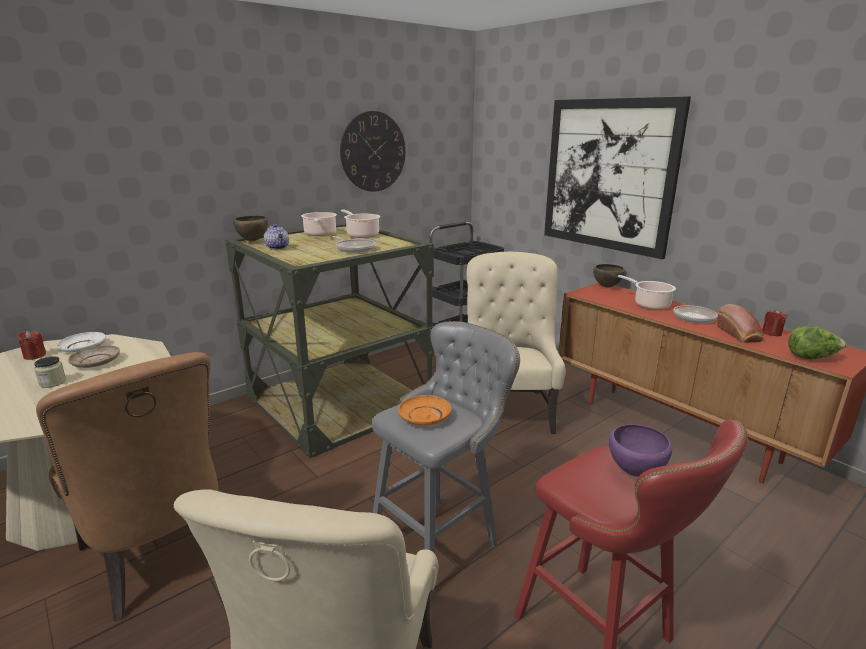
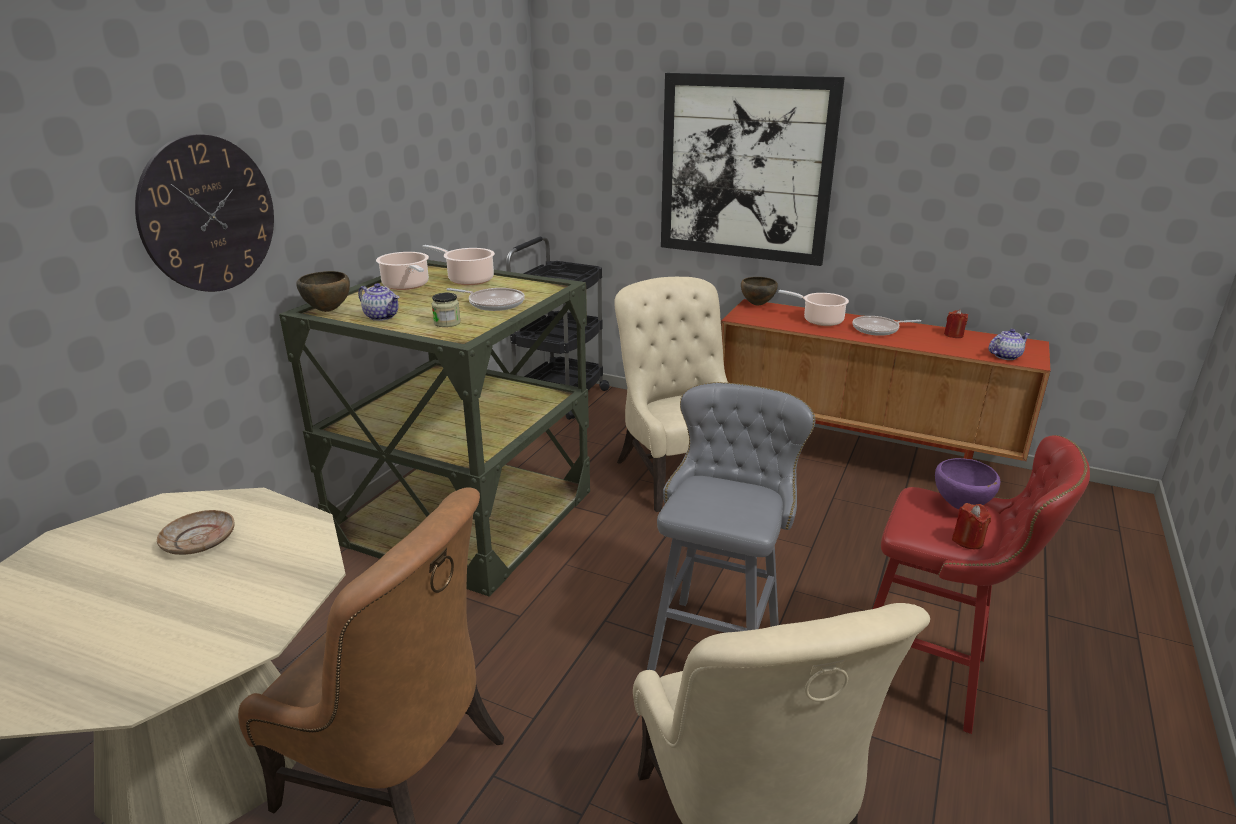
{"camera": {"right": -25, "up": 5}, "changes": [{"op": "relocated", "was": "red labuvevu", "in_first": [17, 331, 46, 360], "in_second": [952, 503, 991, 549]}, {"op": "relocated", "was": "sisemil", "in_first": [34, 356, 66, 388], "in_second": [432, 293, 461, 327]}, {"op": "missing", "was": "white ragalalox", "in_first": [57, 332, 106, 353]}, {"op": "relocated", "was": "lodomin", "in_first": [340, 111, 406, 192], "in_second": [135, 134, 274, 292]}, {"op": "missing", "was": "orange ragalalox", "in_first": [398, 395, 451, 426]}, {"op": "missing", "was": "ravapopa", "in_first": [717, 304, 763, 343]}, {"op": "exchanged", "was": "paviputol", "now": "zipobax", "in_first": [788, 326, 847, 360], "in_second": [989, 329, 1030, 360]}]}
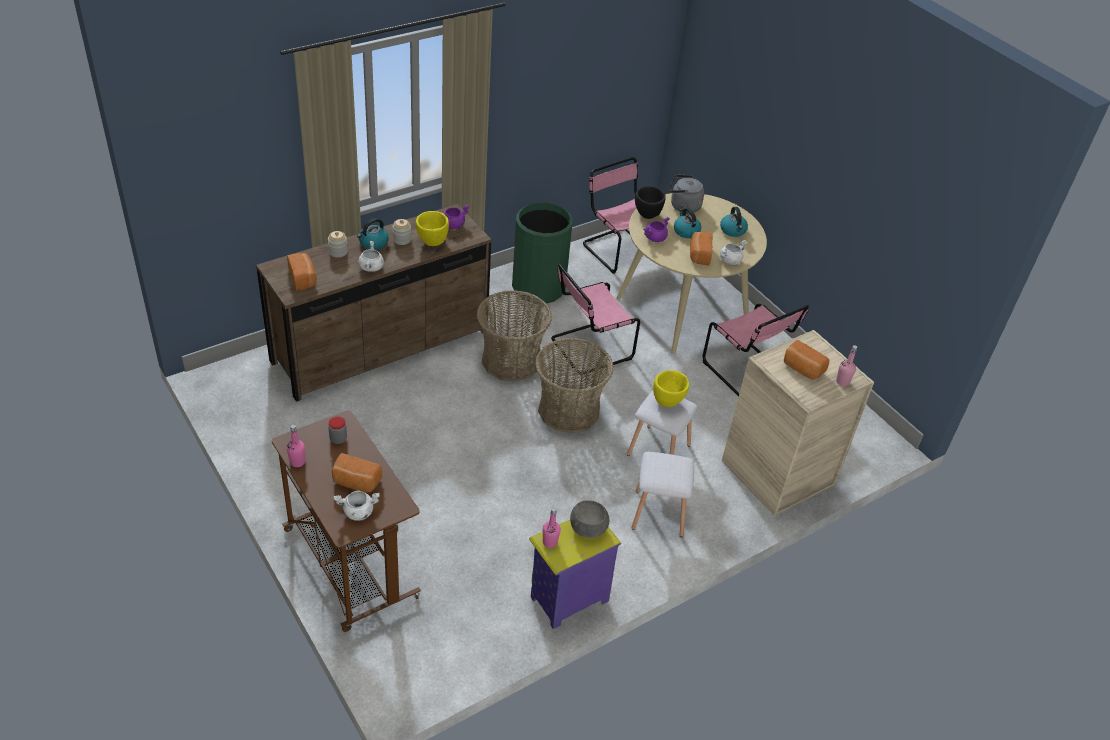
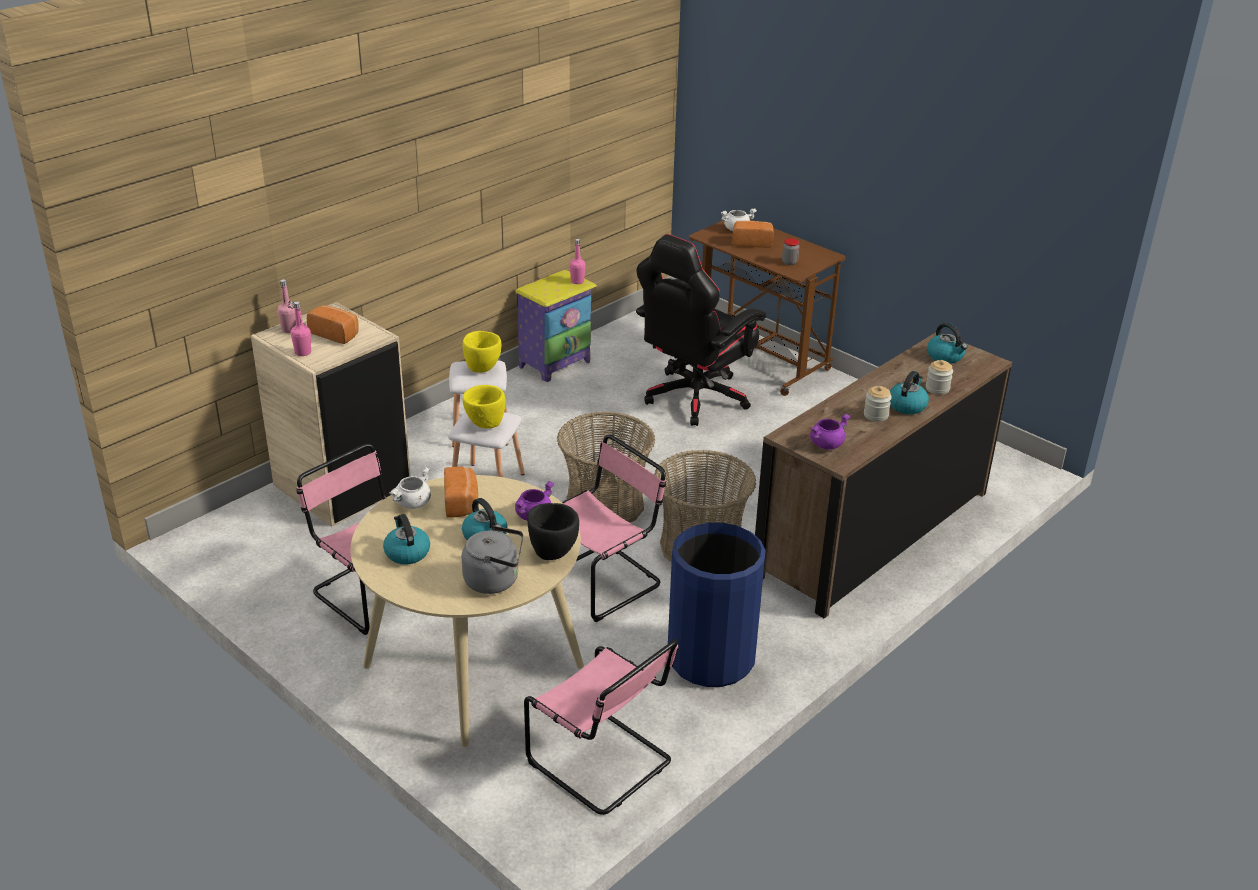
{"camera": {"right": 170, "up": -10}, "changes": [{"op": "exchanged", "was": "ravapopa", "now": "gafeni", "in_first": [287, 253, 317, 291], "in_second": [927, 323, 968, 364]}, {"op": "relocated", "was": "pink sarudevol", "in_first": [287, 425, 305, 467], "in_second": [290, 301, 311, 356]}, {"op": "missing", "was": "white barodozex", "in_first": [359, 241, 384, 272]}, {"op": "relocated", "was": "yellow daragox", "in_first": [416, 211, 449, 246], "in_second": [463, 331, 501, 373]}, {"op": "colour", "was": "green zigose", "now": "blue zigose", "in_first": [512, 203, 573, 304], "in_second": [668, 523, 766, 687]}, {"op": "missing", "was": "grey daragox", "in_first": [570, 501, 609, 538]}, {"op": "appeared", "now": "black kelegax", "in_second": [636, 234, 766, 426]}]}
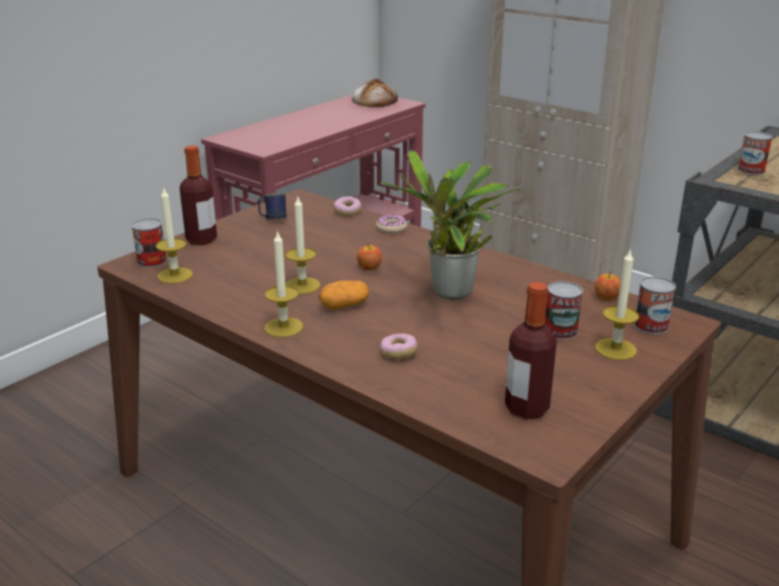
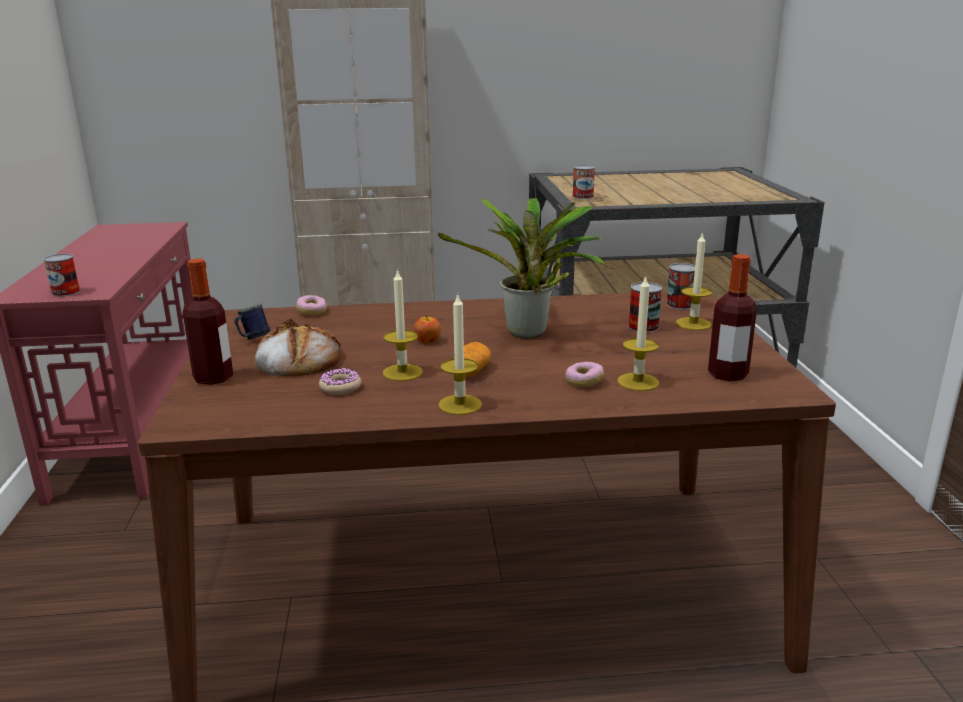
{"camera": {"right": -45, "up": -5}, "changes": [{"op": "relocated", "was": "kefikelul", "in_first": [131, 218, 167, 267], "in_second": [43, 254, 80, 297]}, {"op": "relocated", "was": "labuvevu", "in_first": [156, 187, 193, 284], "in_second": [617, 276, 659, 391]}, {"op": "relocated", "was": "ravapopa", "in_first": [352, 79, 398, 107], "in_second": [255, 318, 341, 376]}, {"op": "relocated", "was": "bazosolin", "in_first": [376, 215, 407, 234], "in_second": [319, 368, 361, 395]}, {"op": "missing", "was": "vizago", "in_first": [595, 271, 621, 300]}]}
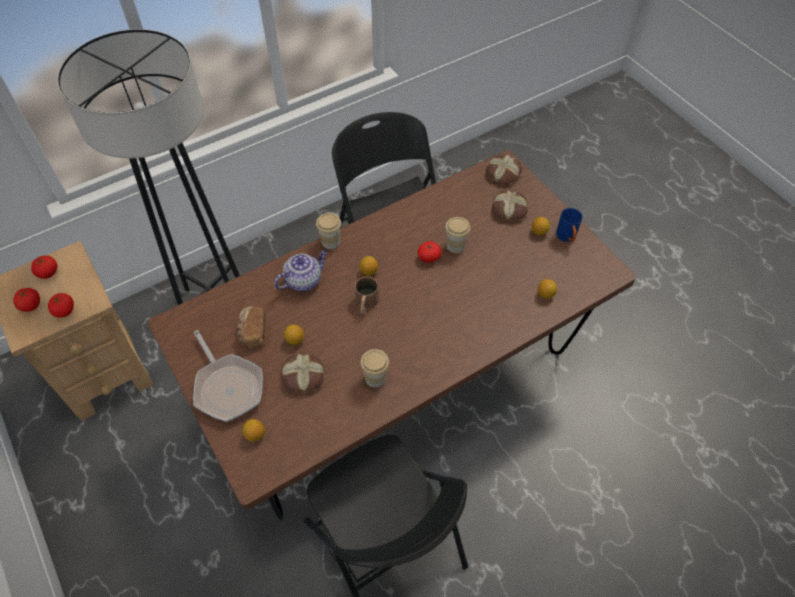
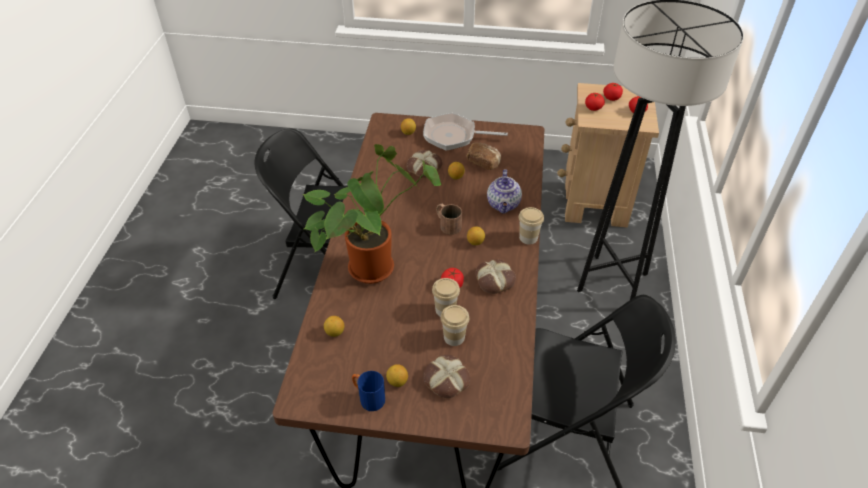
{"camera": {"right": 130, "up": -10}, "changes": [{"op": "relocated", "was": "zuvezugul", "in_first": [360, 349, 389, 388], "in_second": [441, 305, 469, 346]}, {"op": "relocated", "was": "ravapopa", "in_first": [486, 155, 522, 185], "in_second": [475, 259, 516, 294]}, {"op": "appeared", "now": "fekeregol", "in_second": [303, 144, 442, 284]}]}
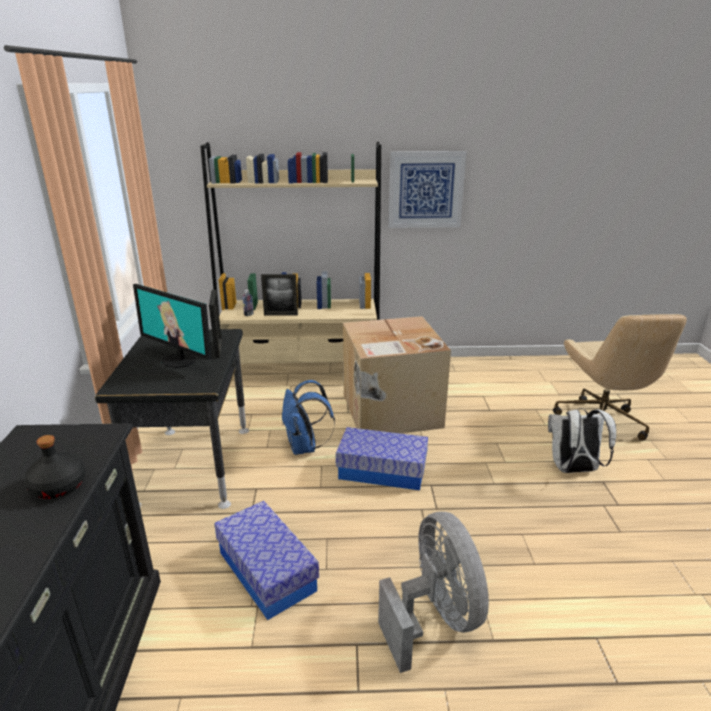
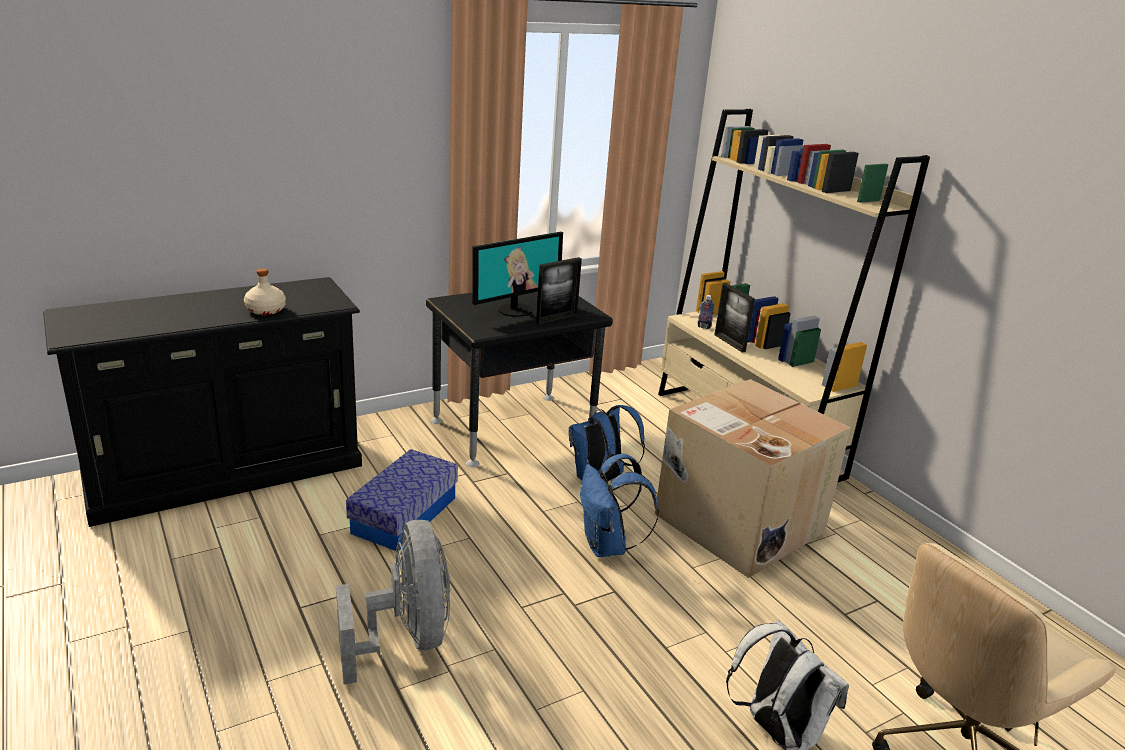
{"camera": {"right": 60, "up": 0}, "changes": [{"op": "colour", "was": "black sarudevol", "now": "beige sarudevol", "in_first": [25, 435, 86, 499], "in_second": [244, 268, 286, 315]}, {"op": "spun", "was": "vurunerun", "in_first": [133, 284, 212, 368], "in_second": [472, 232, 563, 317], "clockwise": -135}, {"op": "exchanged", "was": "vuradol", "now": "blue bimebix", "in_first": [336, 427, 428, 490], "in_second": [580, 454, 659, 557]}, {"op": "spun", "was": "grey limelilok", "in_first": [378, 512, 489, 673], "in_second": [336, 520, 450, 684], "clockwise": -60}, {"op": "missing", "was": "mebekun", "in_first": [389, 151, 466, 228]}]}
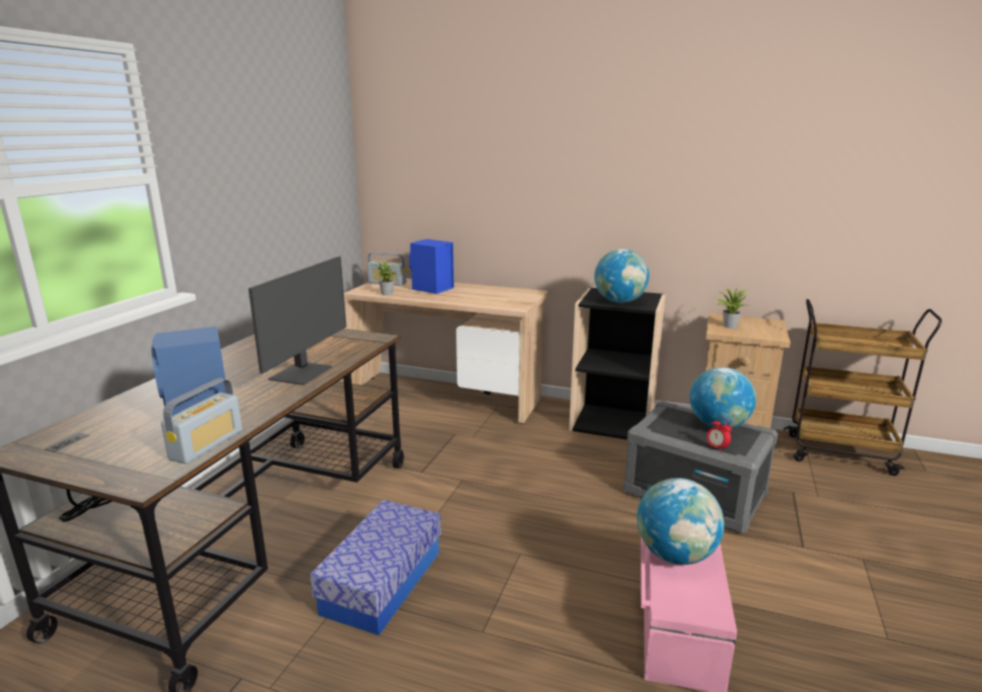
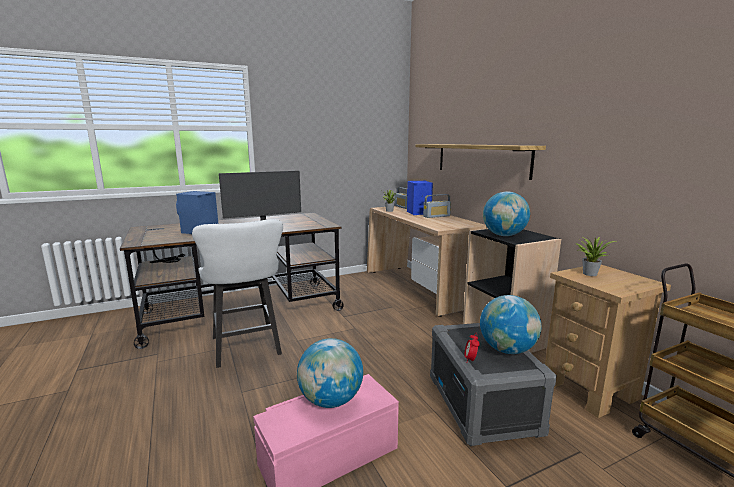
{"camera": {"right": 45, "up": -5}, "changes": [{"op": "relocated", "was": "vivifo", "in_first": [161, 378, 242, 464], "in_second": [423, 194, 451, 218]}, {"op": "exchanged", "was": "vuradol", "now": "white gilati", "in_first": [310, 500, 441, 635], "in_second": [192, 219, 283, 368]}, {"op": "appeared", "now": "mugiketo", "in_second": [416, 144, 546, 180]}]}
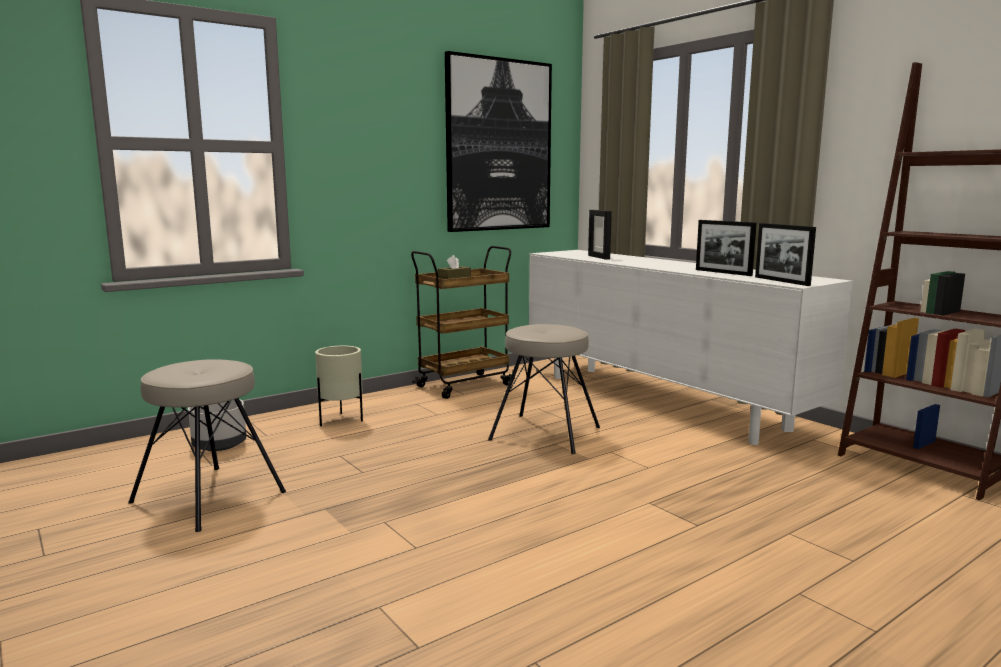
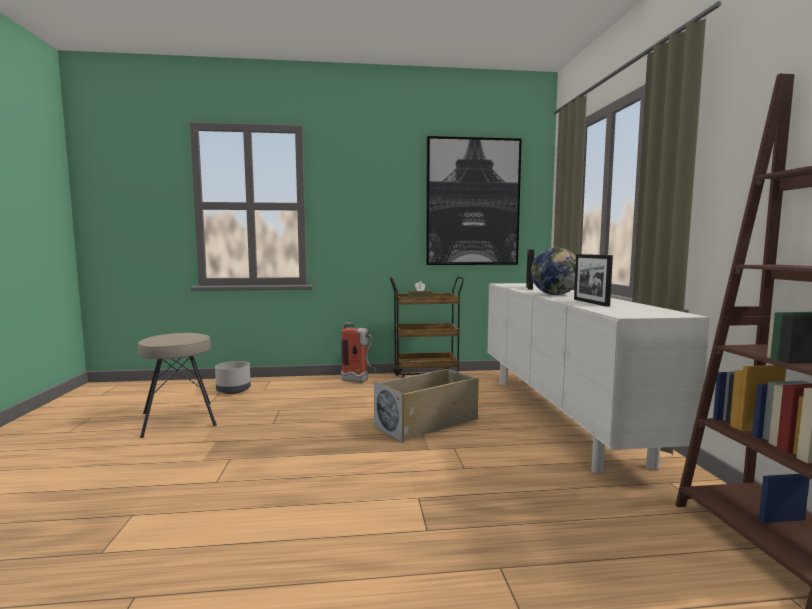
{"camera": {"right": 30, "up": -5}, "changes": [{"op": "missing", "was": "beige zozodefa", "in_first": [315, 346, 363, 426]}, {"op": "exchanged", "was": "beige gilati", "now": "beige vuradol", "in_first": [488, 324, 600, 454], "in_second": [374, 368, 479, 443]}, {"op": "missing", "was": "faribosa", "in_first": [755, 223, 816, 286]}, {"op": "appeared", "now": "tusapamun", "in_second": [341, 322, 376, 383]}, {"op": "appeared", "now": "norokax", "in_second": [531, 247, 576, 295]}]}
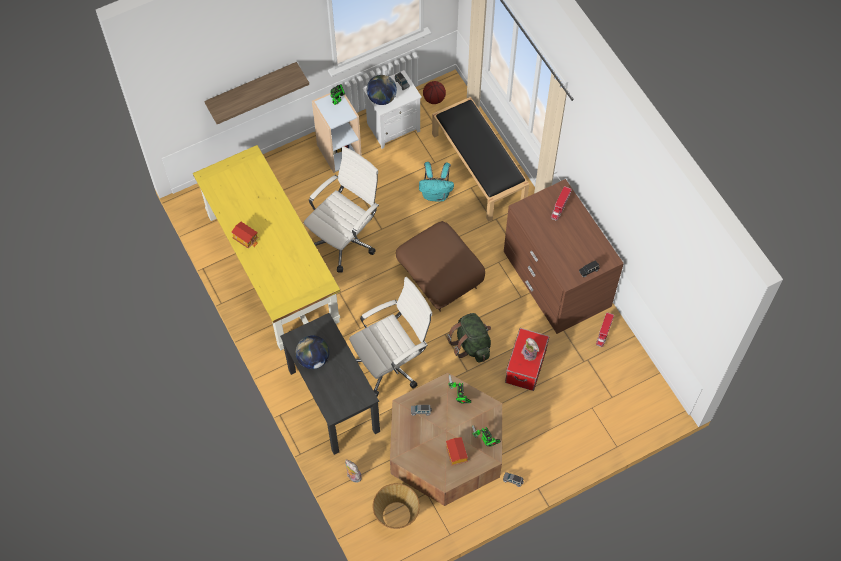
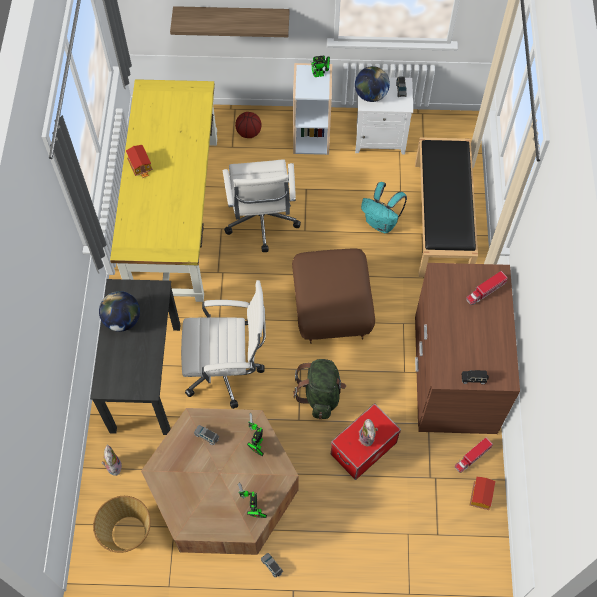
{"camera": {"right": 30, "up": 0}, "changes": [{"op": "spun", "was": "white kelegax", "in_first": [304, 146, 379, 273], "in_second": [222, 159, 301, 252], "clockwise": 105}, {"op": "relocated", "was": "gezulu", "in_first": [423, 81, 446, 104], "in_second": [235, 112, 262, 138]}, {"op": "relocated", "was": "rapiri", "in_first": [446, 437, 468, 466], "in_second": [470, 477, 495, 510]}]}
